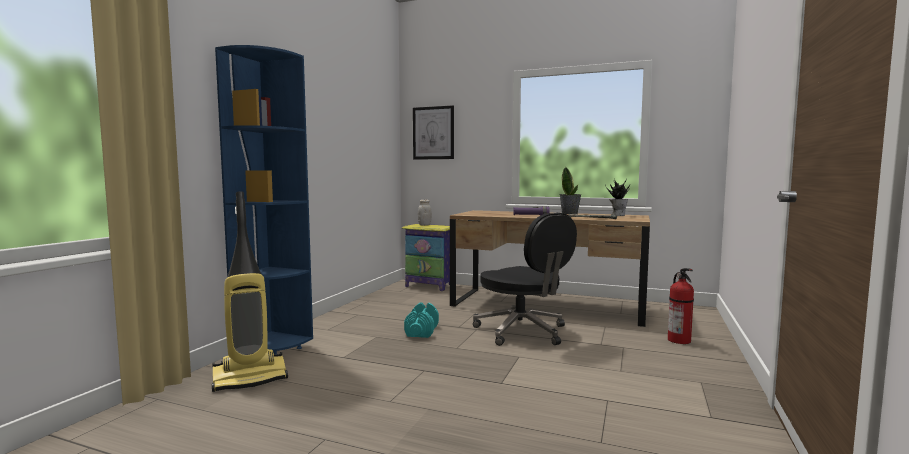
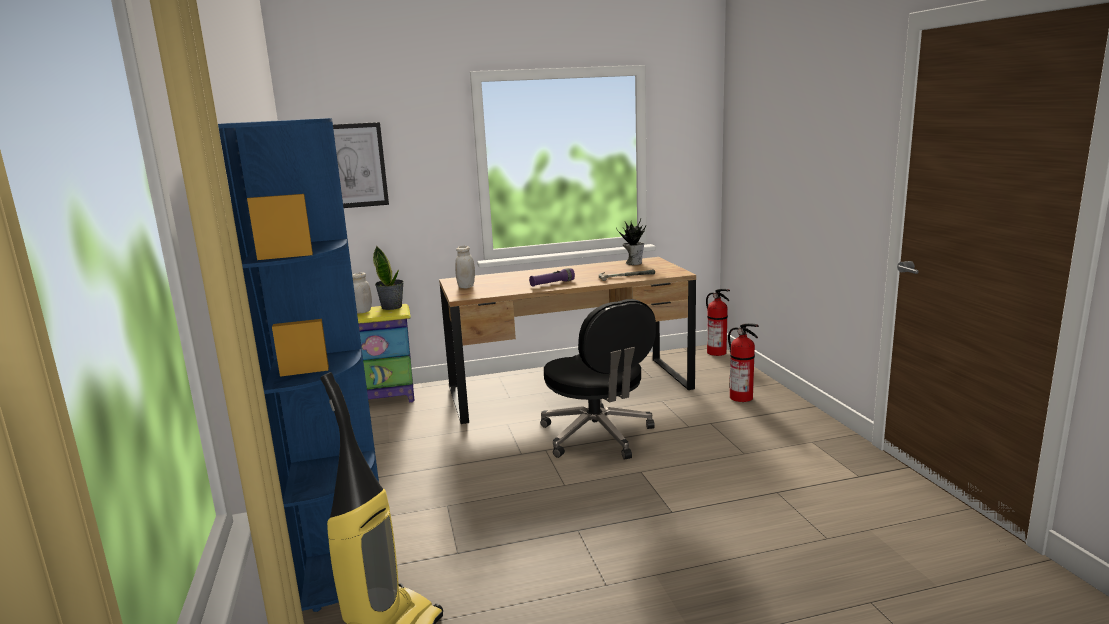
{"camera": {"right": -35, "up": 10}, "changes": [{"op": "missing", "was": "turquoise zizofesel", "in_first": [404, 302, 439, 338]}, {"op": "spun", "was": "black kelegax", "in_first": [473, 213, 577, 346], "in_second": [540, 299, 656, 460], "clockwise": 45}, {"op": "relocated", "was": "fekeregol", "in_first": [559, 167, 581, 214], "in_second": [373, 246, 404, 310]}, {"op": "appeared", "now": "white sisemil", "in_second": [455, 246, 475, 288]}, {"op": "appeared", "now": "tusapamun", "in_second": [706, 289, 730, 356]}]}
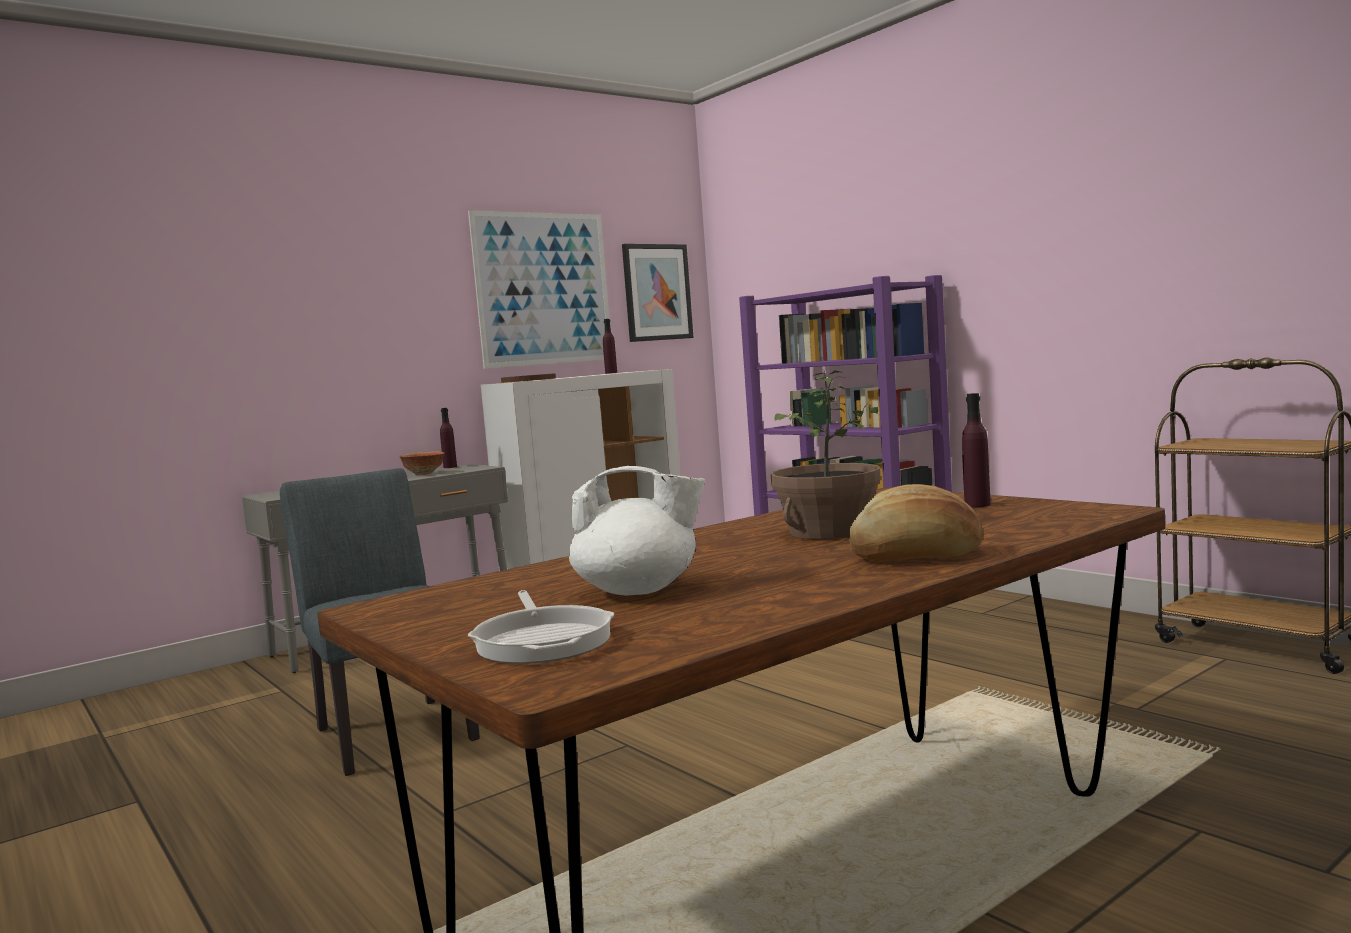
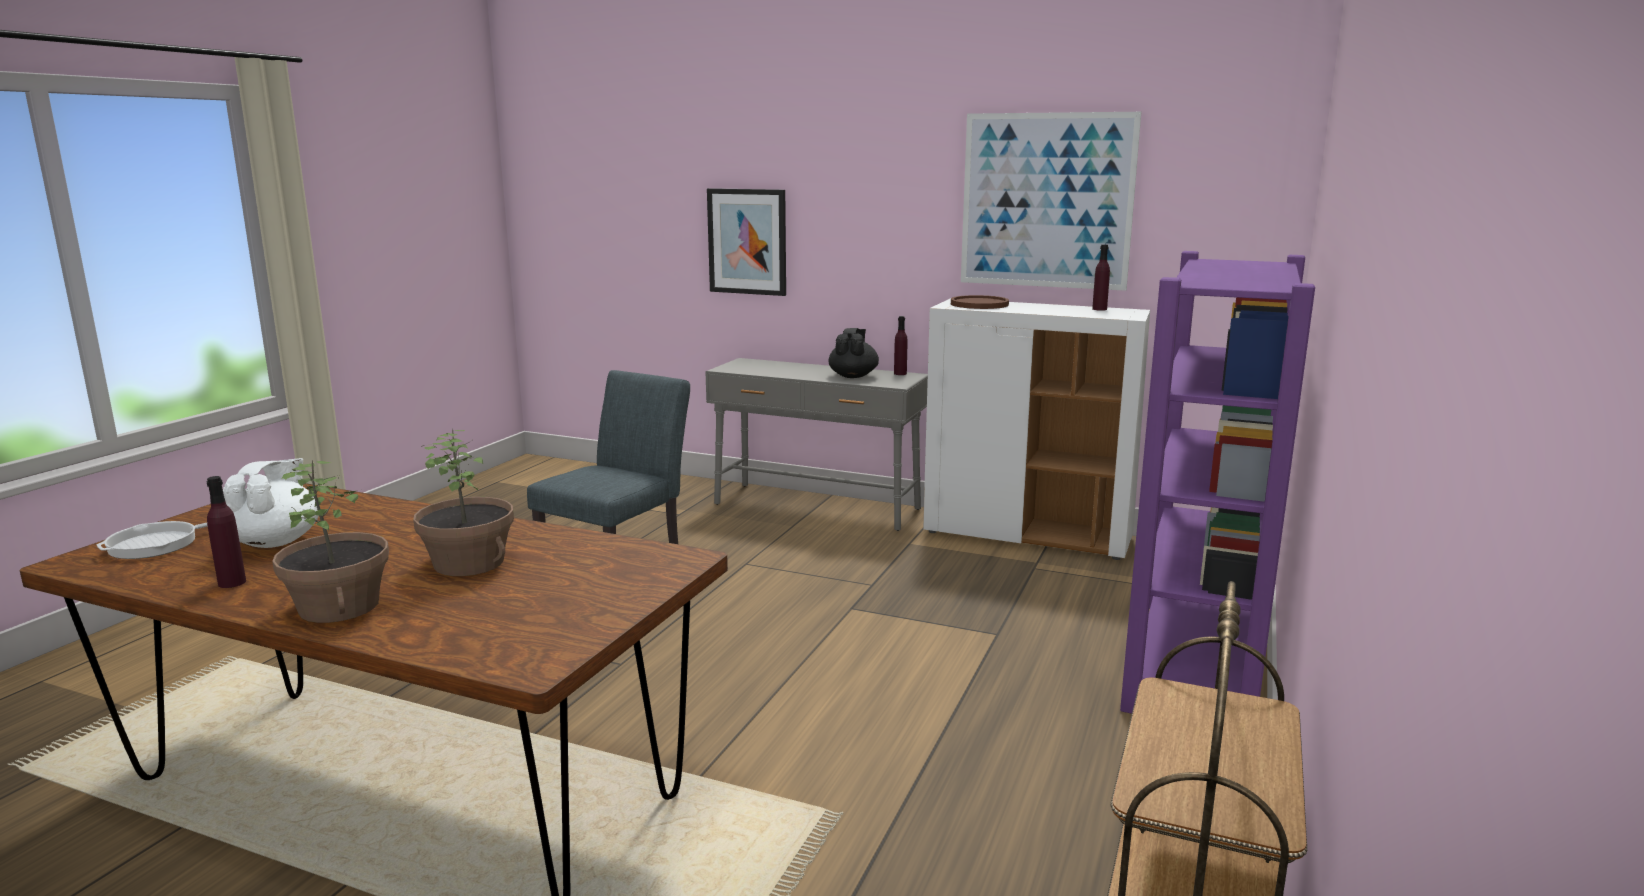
{"camera": {"right": 60, "up": 10}, "changes": [{"op": "exchanged", "was": "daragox", "now": "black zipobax", "in_first": [399, 451, 444, 475], "in_second": [829, 328, 879, 378]}, {"op": "spun", "was": "white zipobax", "in_first": [569, 466, 705, 596], "in_second": [223, 458, 319, 548], "clockwise": -150}, {"op": "relocated", "was": "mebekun", "in_first": [622, 244, 694, 342], "in_second": [707, 188, 786, 296]}, {"op": "exchanged", "was": "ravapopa", "now": "fekeregol", "in_first": [849, 484, 984, 562], "in_second": [272, 460, 389, 623]}, {"op": "relocated", "was": "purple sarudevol", "in_first": [962, 393, 991, 507], "in_second": [207, 476, 246, 588]}]}
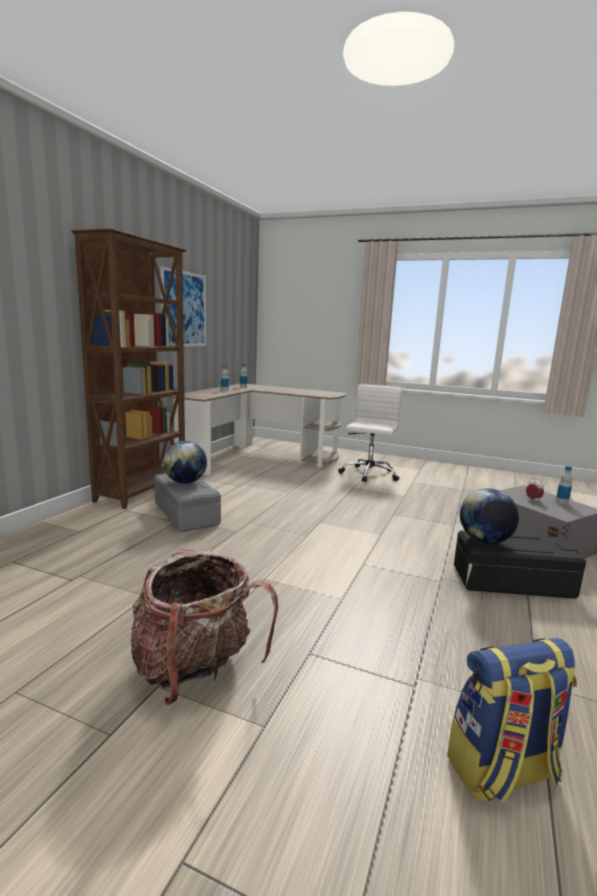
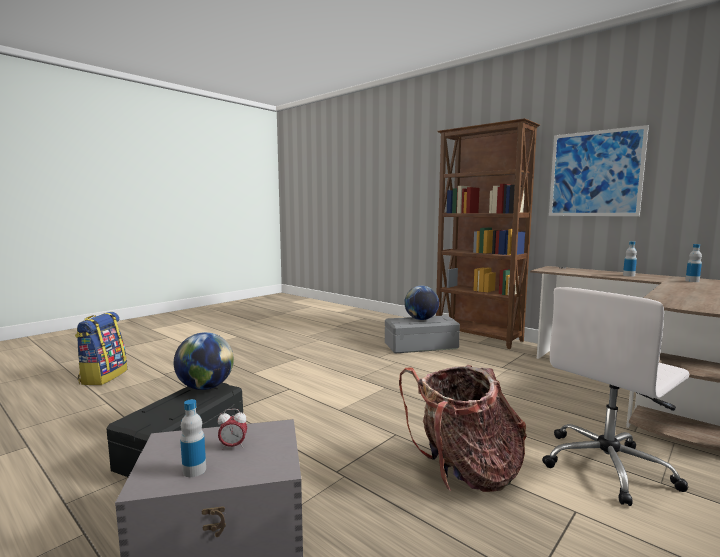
{"camera": {"right": 110, "up": -5}, "changes": [{"op": "relocated", "was": "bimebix", "in_first": [130, 549, 278, 705], "in_second": [399, 365, 527, 492]}, {"op": "spun", "was": "white kelegax", "in_first": [339, 384, 402, 482], "in_second": [542, 287, 689, 506], "clockwise": 105}]}
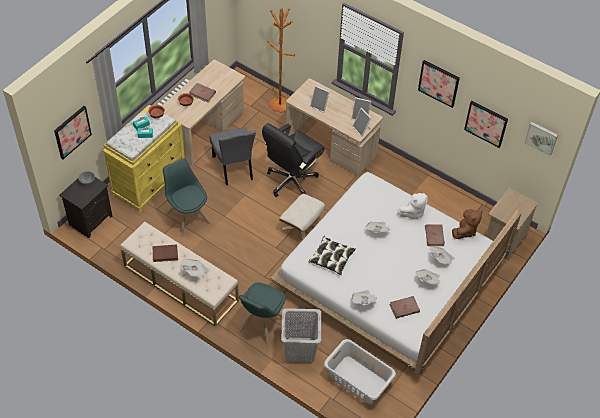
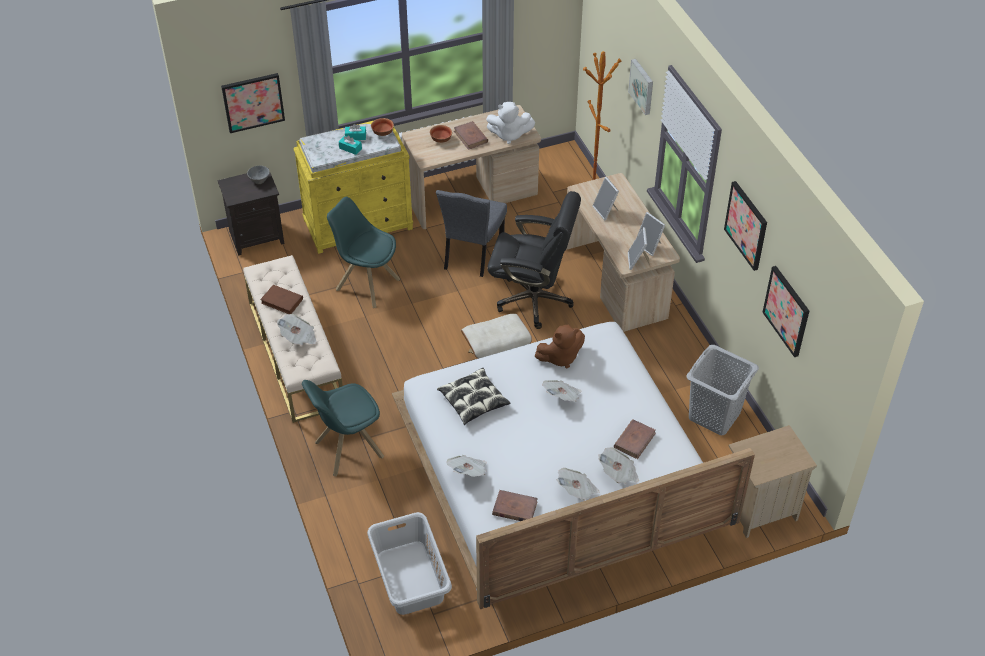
{"camera": {"right": 35, "up": -5}, "changes": [{"op": "spun", "was": "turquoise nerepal", "in_first": [163, 158, 210, 237], "in_second": [327, 197, 400, 308], "clockwise": -60}, {"op": "spun", "was": "black kelegax", "in_first": [262, 123, 325, 197], "in_second": [487, 191, 581, 329], "clockwise": -150}, {"op": "relocated", "was": "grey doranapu", "in_first": [281, 308, 321, 363], "in_second": [686, 345, 759, 436]}, {"op": "relocated", "was": "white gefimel", "in_first": [397, 193, 428, 220], "in_second": [486, 102, 535, 144]}, {"op": "relocated", "was": "brown gefimel", "in_first": [452, 209, 483, 239], "in_second": [535, 325, 585, 368]}, {"op": "relocated", "was": "mebekun", "in_first": [524, 122, 558, 156], "in_second": [628, 59, 653, 115]}]}
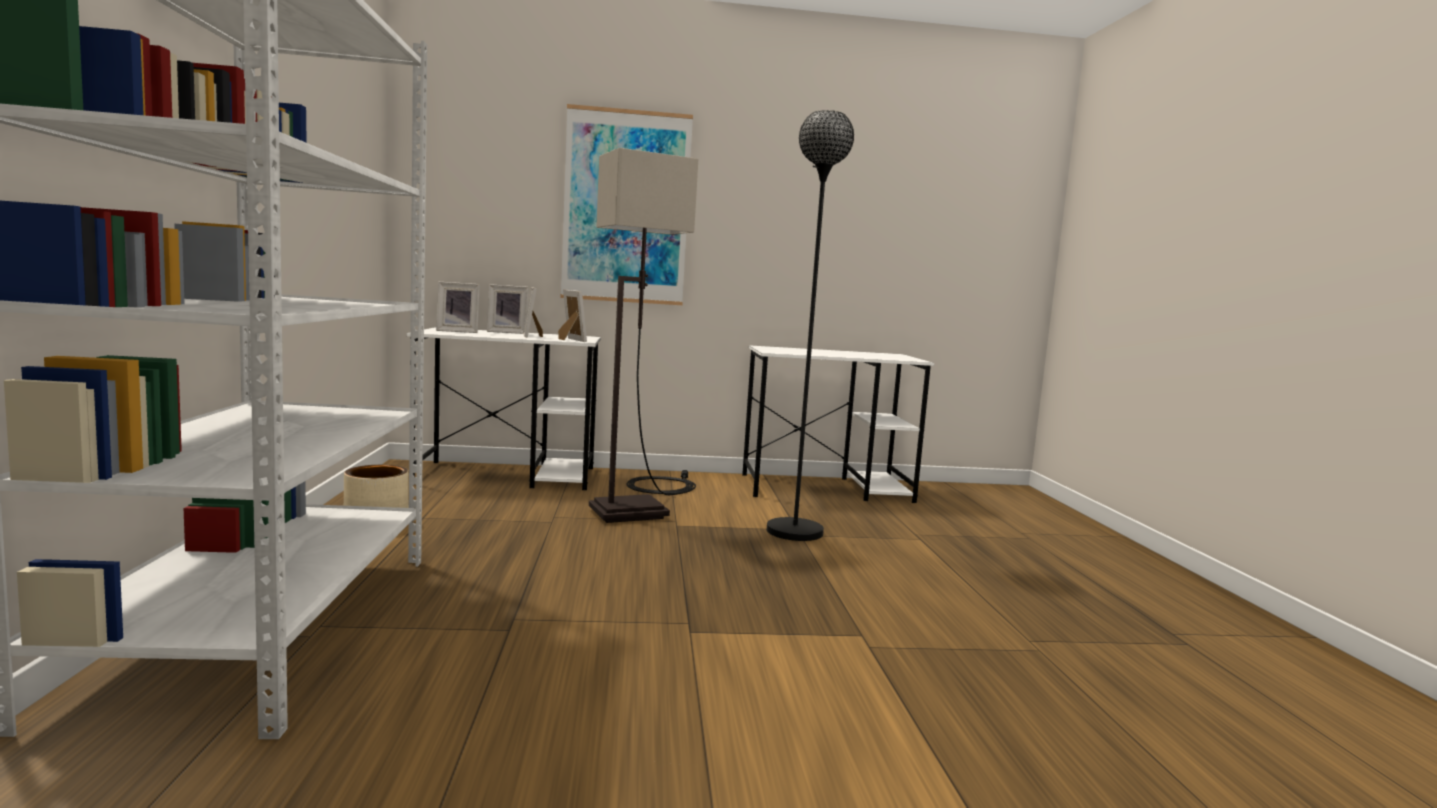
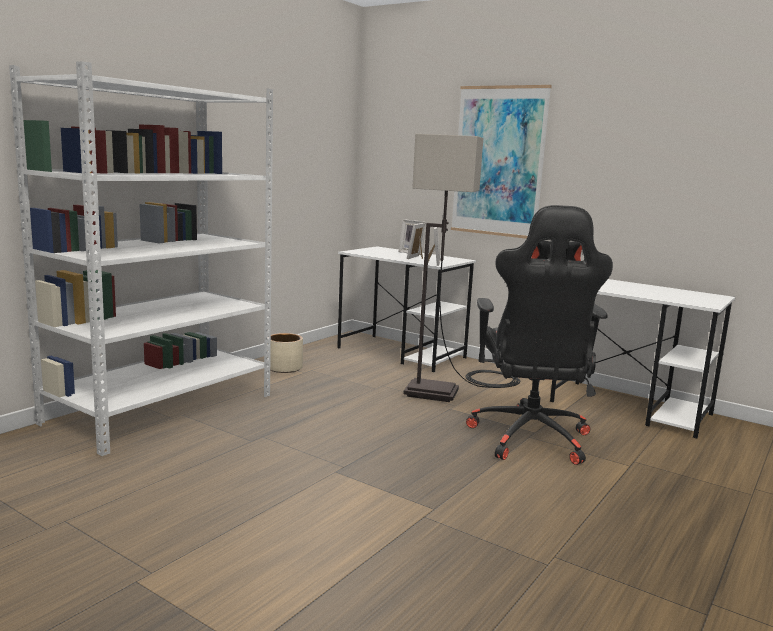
{"camera": {"right": 40, "up": 5}, "changes": [{"op": "missing", "was": "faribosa", "in_first": [436, 282, 480, 333]}, {"op": "exchanged", "was": "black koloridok", "now": "black kelegax", "in_first": [767, 110, 854, 541], "in_second": [466, 205, 613, 465]}]}
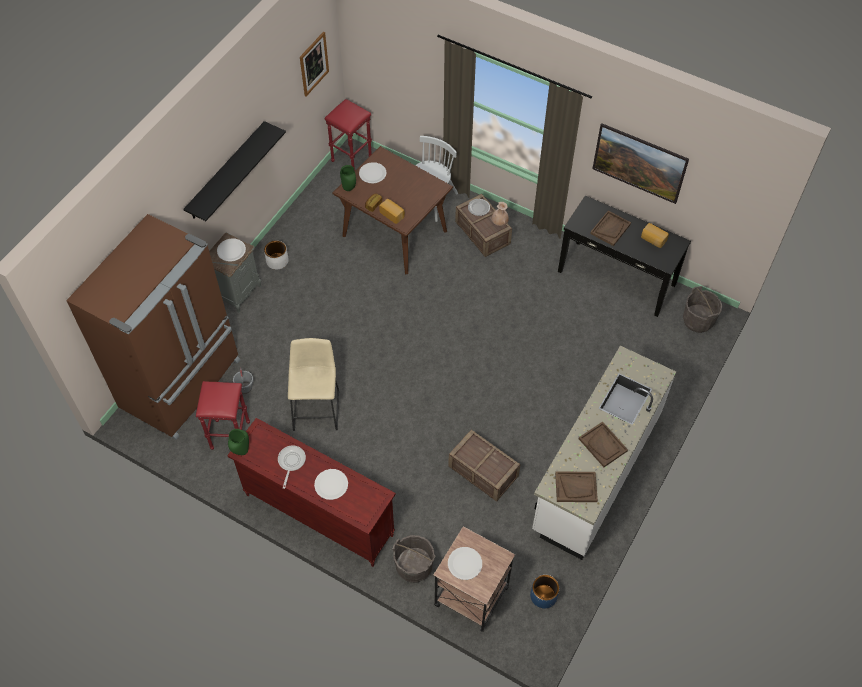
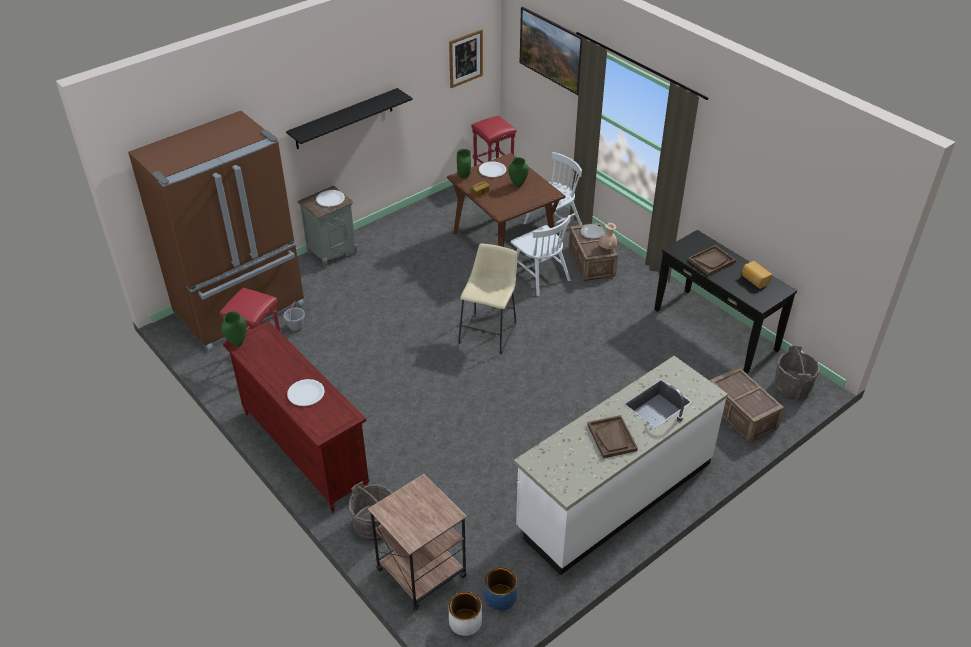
{"camera": {"right": 20, "up": -15}, "changes": [{"op": "relocated", "was": "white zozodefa", "in_first": [264, 240, 289, 270], "in_second": [449, 592, 482, 636]}, {"op": "missing", "was": "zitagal", "in_first": [278, 446, 306, 489]}, {"op": "relocated", "was": "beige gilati", "in_first": [288, 338, 339, 431], "in_second": [458, 243, 517, 354]}, {"op": "missing", "was": "ravapopa", "in_first": [379, 199, 405, 224]}, {"op": "relocated", "was": "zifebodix", "in_first": [448, 430, 520, 502], "in_second": [710, 367, 784, 443]}, {"op": "missing", "was": "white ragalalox", "in_first": [448, 547, 482, 580]}, {"op": "missing", "was": "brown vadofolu", "in_first": [555, 471, 598, 502]}, {"op": "relocated", "was": "mebekun", "in_first": [592, 123, 689, 204], "in_second": [520, 7, 582, 95]}, {"op": "appeared", "now": "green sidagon", "in_second": [508, 158, 529, 188]}, {"op": "appeared", "now": "white nerepal", "in_second": [511, 215, 571, 296]}]}
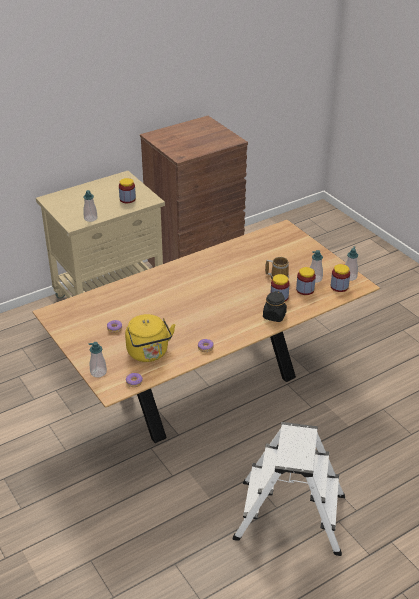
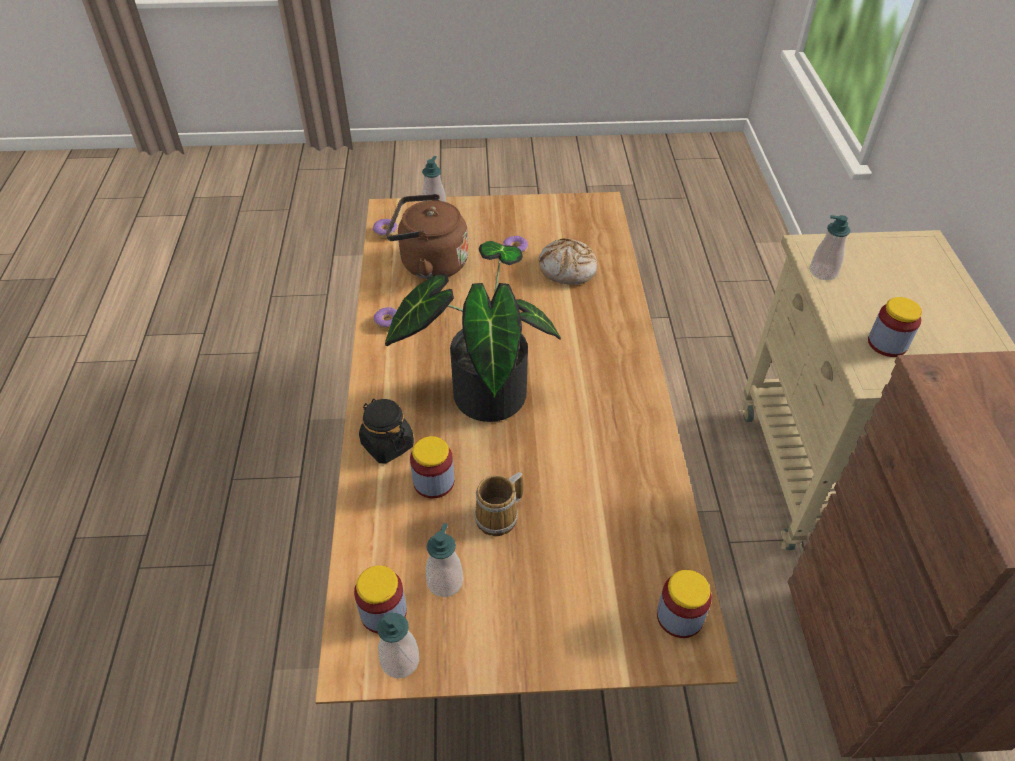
{"camera": {"right": 120, "up": 10}, "changes": [{"op": "colour", "was": "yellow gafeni", "now": "brown gafeni", "in_first": [125, 314, 175, 362], "in_second": [386, 194, 468, 279]}, {"op": "missing", "was": "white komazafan", "in_first": [232, 422, 345, 556]}, {"op": "relocated", "was": "sisemil", "in_first": [296, 267, 316, 295], "in_second": [657, 570, 712, 638]}, {"op": "appeared", "now": "fekeregol", "in_second": [385, 241, 561, 422]}, {"op": "appeared", "now": "ravapopa", "in_second": [539, 238, 598, 285]}]}
